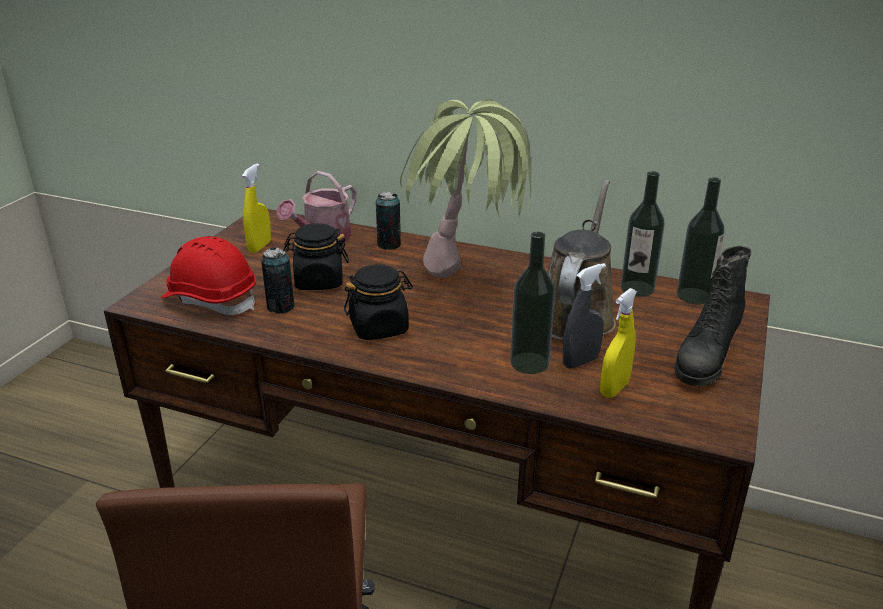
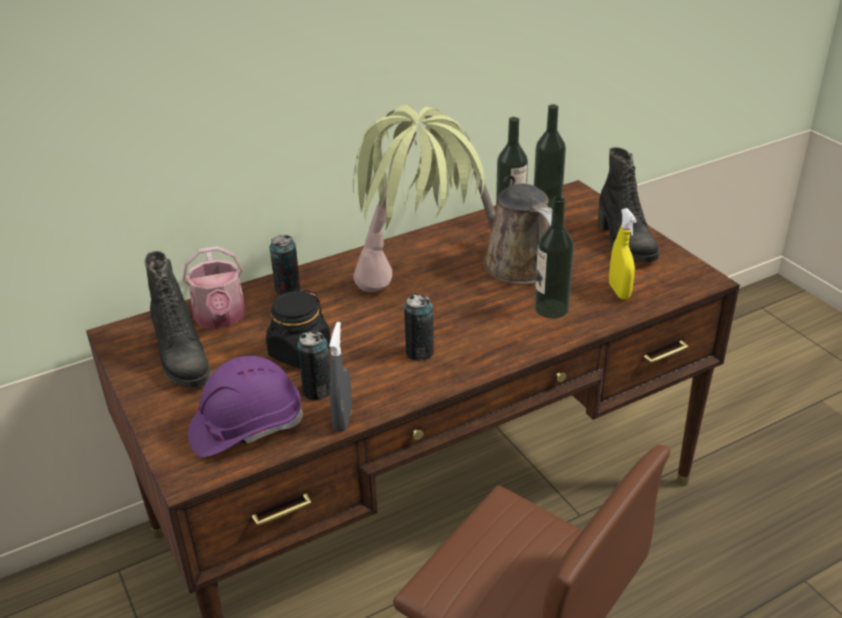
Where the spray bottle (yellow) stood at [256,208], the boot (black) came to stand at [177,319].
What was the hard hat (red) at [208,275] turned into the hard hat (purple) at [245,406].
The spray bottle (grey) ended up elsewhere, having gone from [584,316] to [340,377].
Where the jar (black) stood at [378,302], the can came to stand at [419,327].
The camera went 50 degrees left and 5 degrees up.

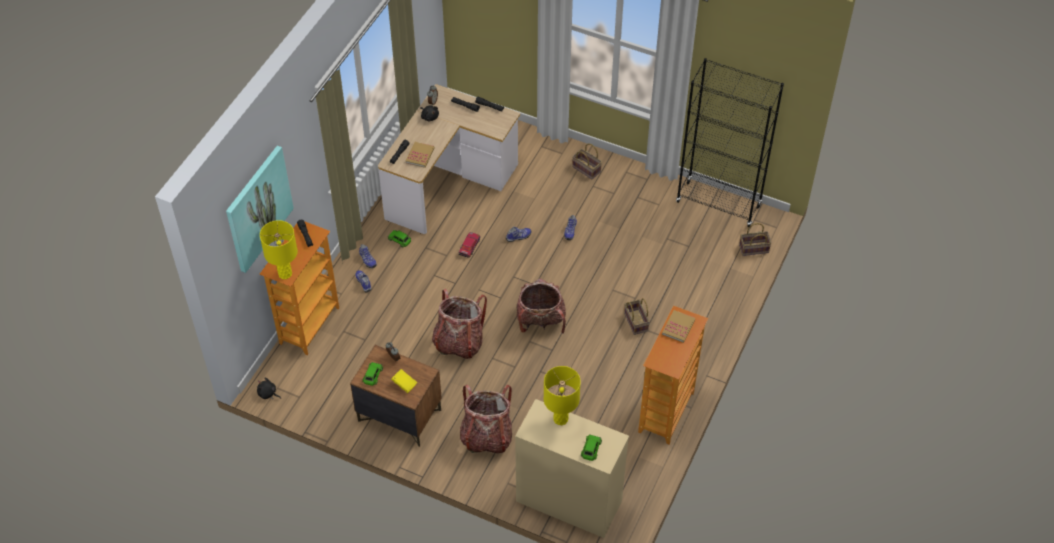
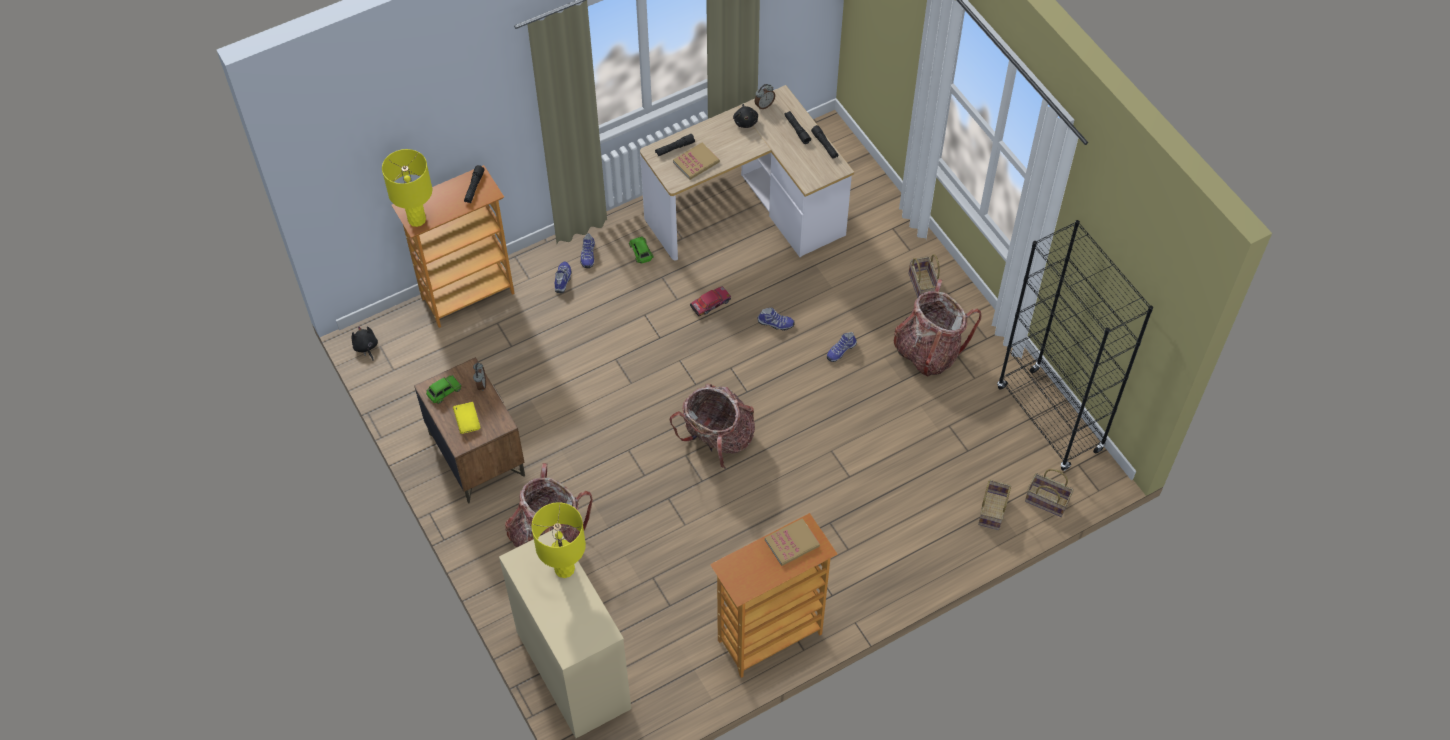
The backpack ended up elsewhere, having gone from [459,324] to [937,327].
The basket ended up elsewhere, having gone from [637,316] to [994,505].
The second view lost the picture at [260,209].
The second view lost the toy car (green) at [591,447].
The camera went 35 degrees right and 5 degrees up.

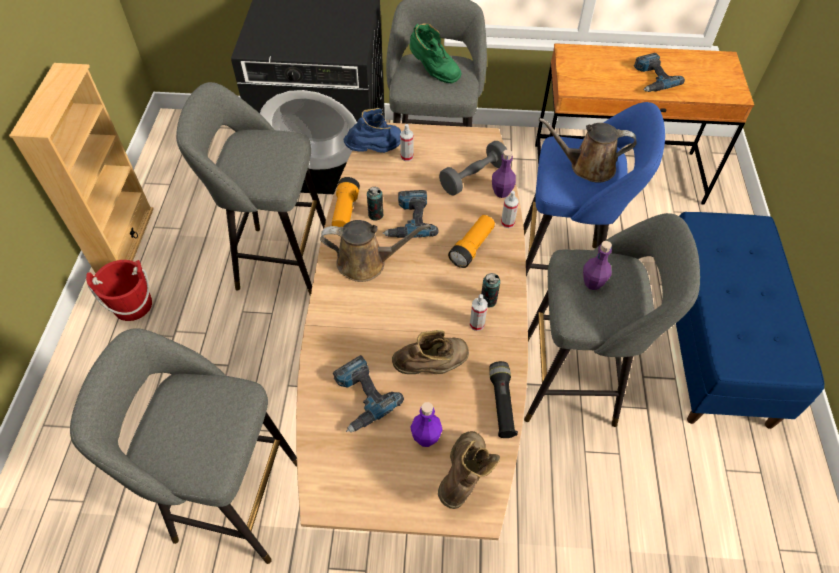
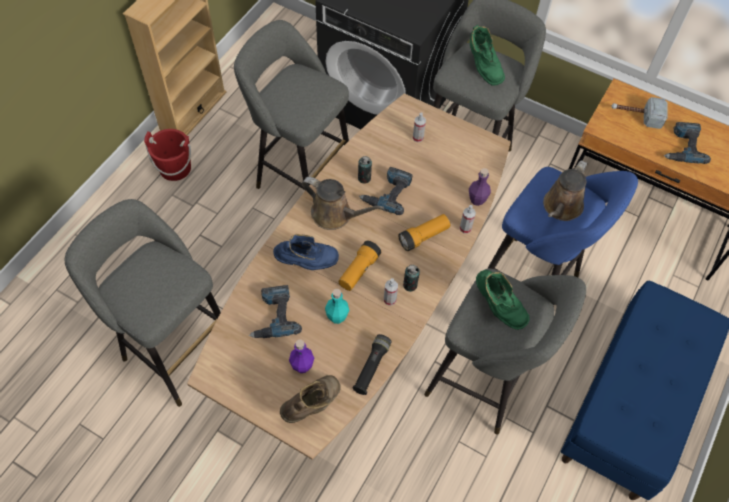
The boot (blue) ended up elsewhere, having gone from [372,130] to [306,252].
Where the boot (brown) stood at [430,352], the bottle (turquoise) came to stand at [337,306].
The flashlight ended up elsewhere, having gone from [346,202] to [360,266].
Where the bottle (purple) stood at [597,265], the boot (green) came to stand at [503,300].
The watering can (brown) at [588,150] ended up facing another way, 90 degrees counterclockwise from before.
The second view gained the hammer at [639,113].
The second view lost the dumbbell (grey) at [473,168].
The camera went 25 degrees right and 5 degrees up.

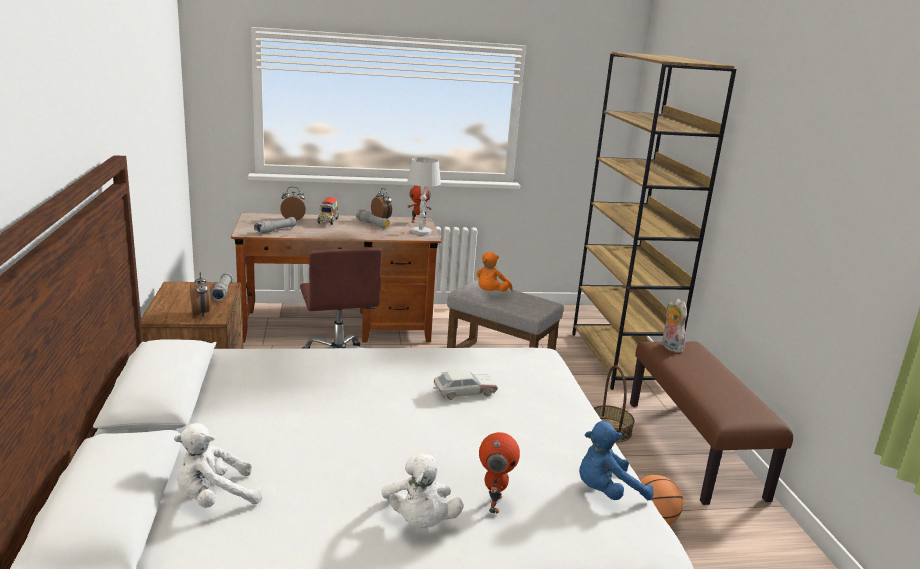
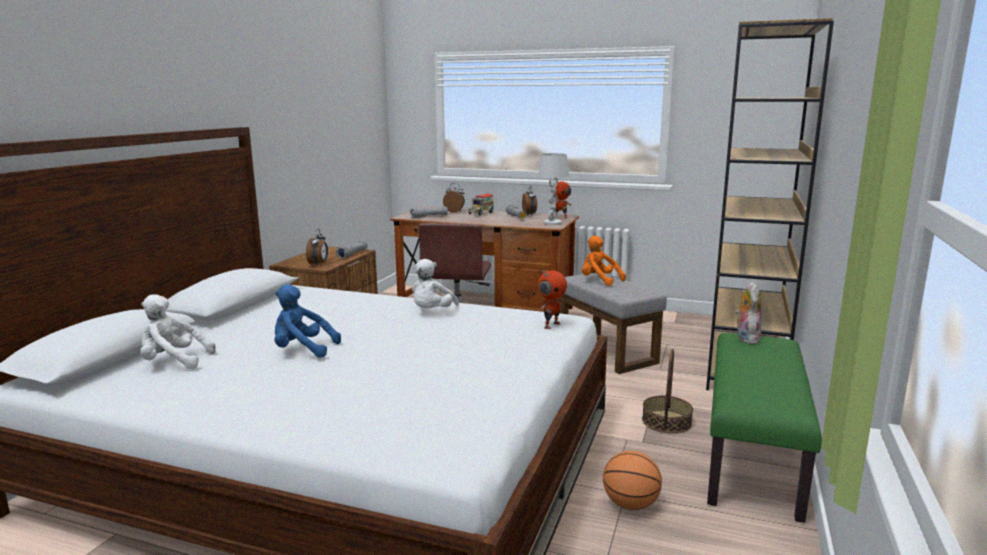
The plush toy (blue) ended up elsewhere, having gone from [616,460] to [308,321].
The plush toy (white) ended up elsewhere, having gone from [422,491] to [435,283].
The toy robot ended up elsewhere, having gone from [499,473] to [552,299].
The plush toy (orange) at [494,272] ended up facing another way, 75 degrees clockwise from before.
What was the bench (brown) at [711,423] turned into the bench (green) at [764,428].
The second view lost the toy car at [465,385].
The camera went 30 degrees right and 5 degrees down.

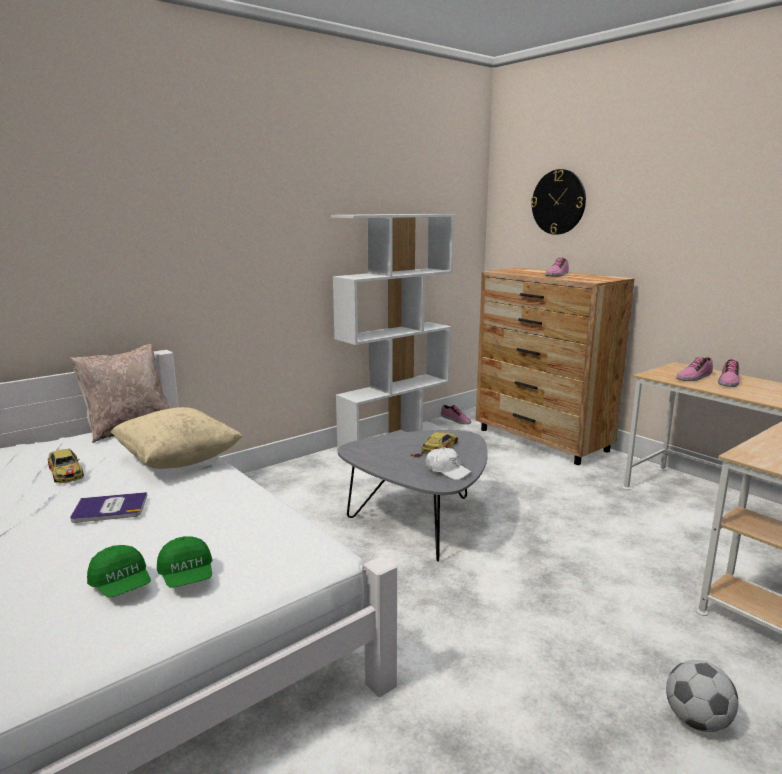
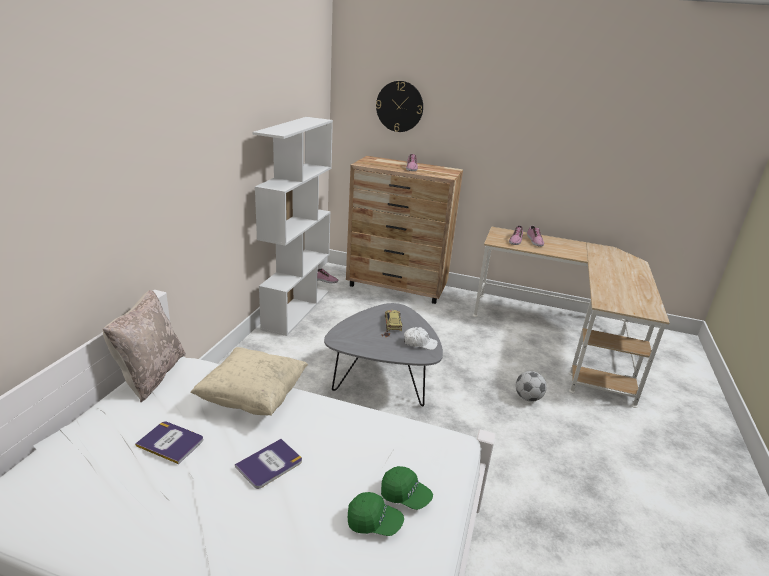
Where the toy car stood at [65,466], the book came to stand at [169,442].
The football ended up elsewhere, having gone from [702,696] to [531,386].
The camera went 35 degrees left and 10 degrees up.

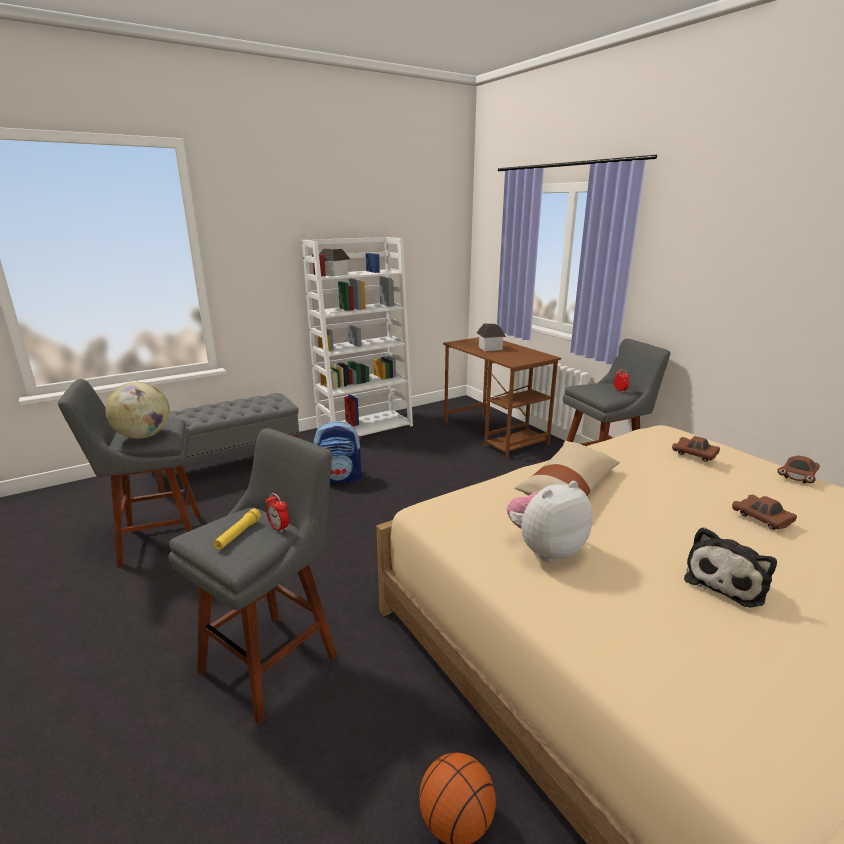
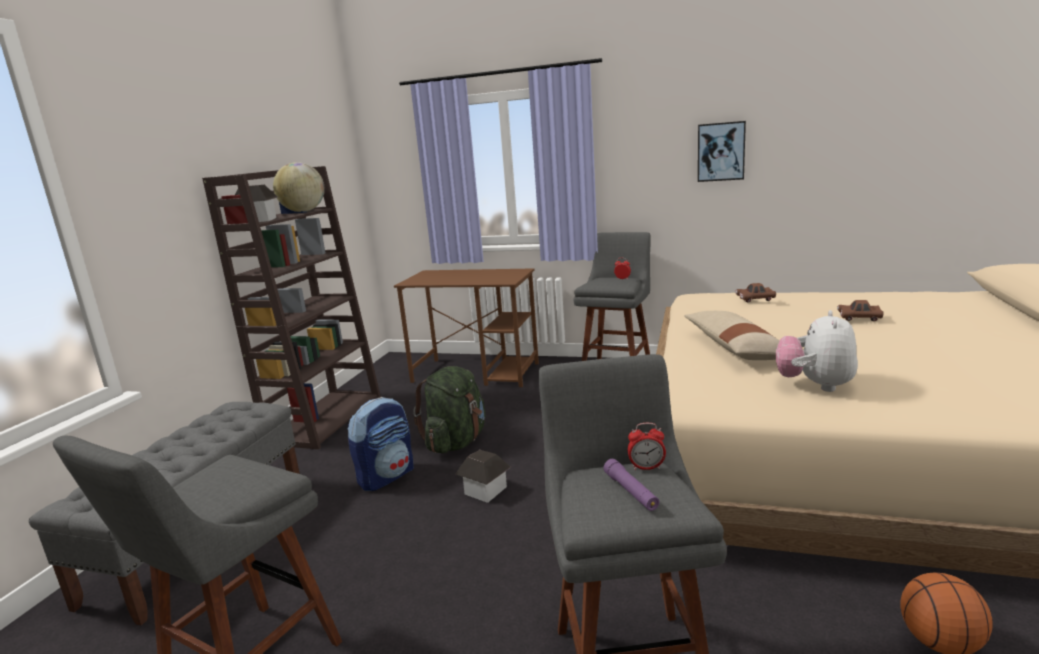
What was the bookcase (white) at [357,336] turned into the bookcase (brown) at [291,307].
The globe ended up elsewhere, having gone from [137,410] to [299,187].
The second view gained the backpack (green) at [449,409].
The toy house ended up elsewhere, having gone from [491,337] to [483,476].
What was the flashlight (yellow) at [237,529] turned into the flashlight (purple) at [631,485].
The second view gained the picture at [722,151].
The second view lost the plush toy at [730,567].
The second view lost the toy car (brown) at [798,469].
The camera went 40 degrees left and 5 degrees down.

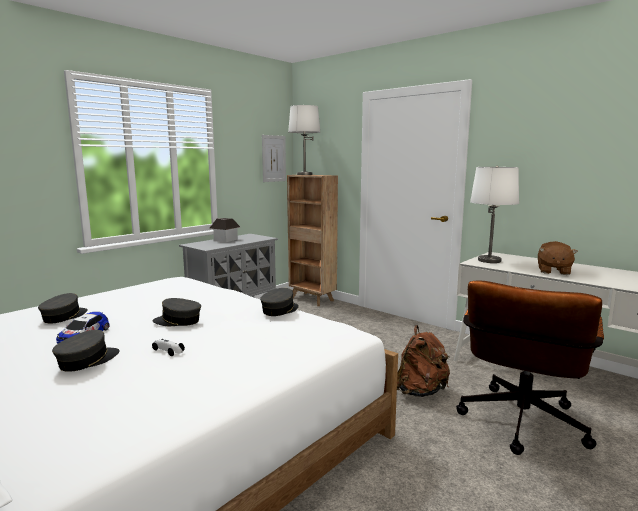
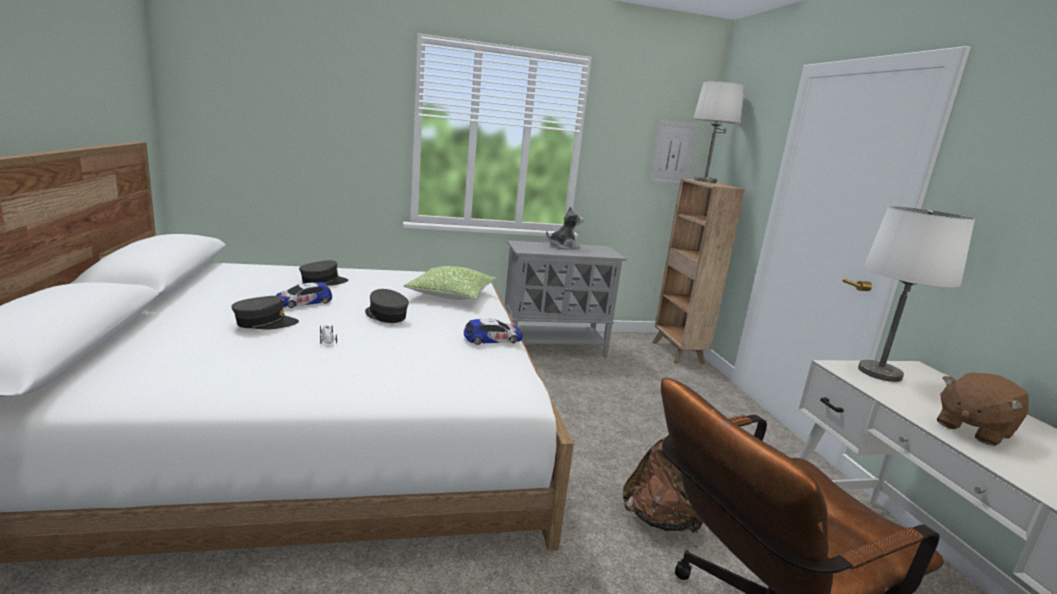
The second view gained the pillow at [449,283].
Where the cap (grey) stood at [279,302], the toy car came to stand at [493,332].
Where the toy house stood at [225,230], the plush toy came to stand at [564,227].
The camera went 35 degrees right and 5 degrees up.

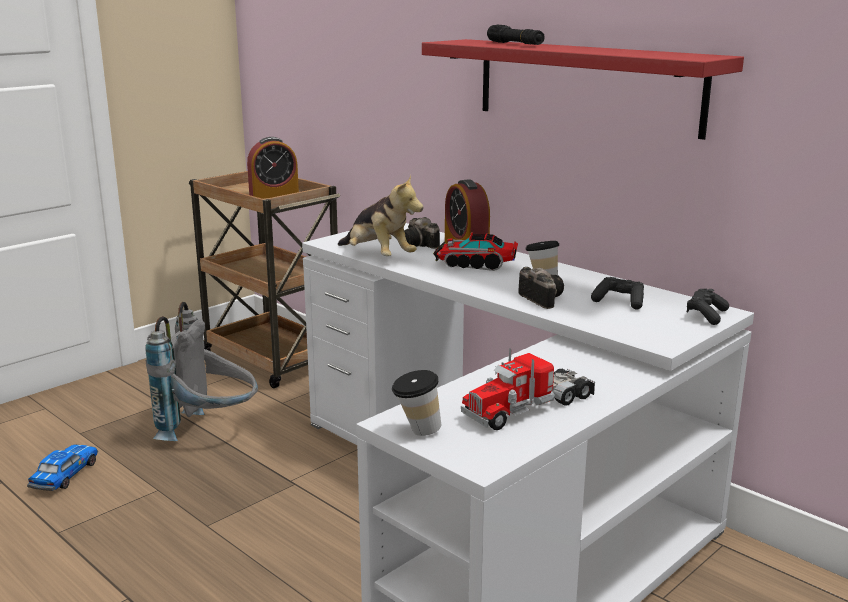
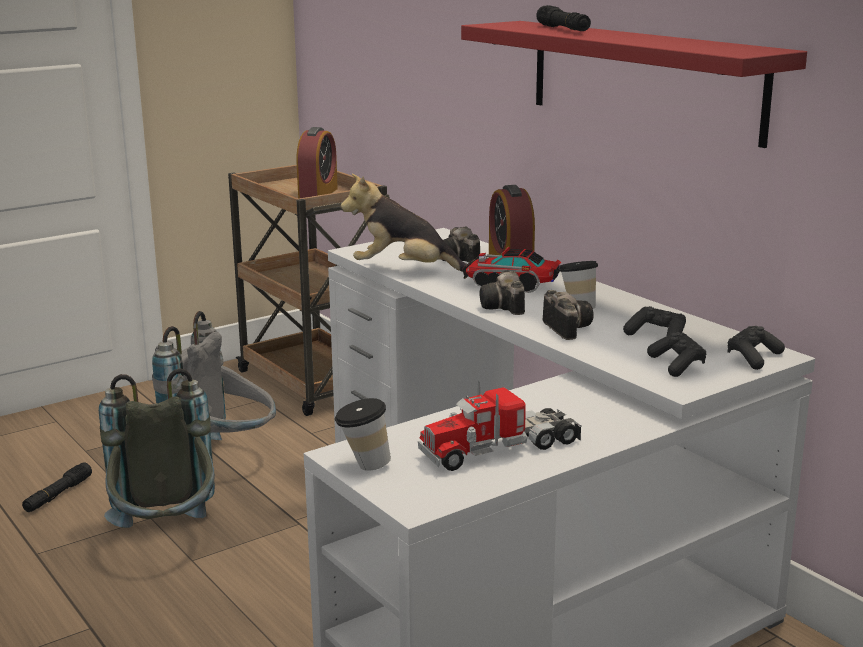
Where the toy car stood at [62,468], the flashlight (black) came to stand at [57,487].
The second view gained the backpack (grey) at [157,448].
The alarm clock at [273,168] ended up facing another way, 60 degrees counterclockwise from before.
The plush toy at [380,215] ended up facing another way, 135 degrees clockwise from before.
The second view gained the photo camera at [502,292].
The second view gained the game controller (black) at [676,354].
The camera went 10 degrees right and 0 degrees up.

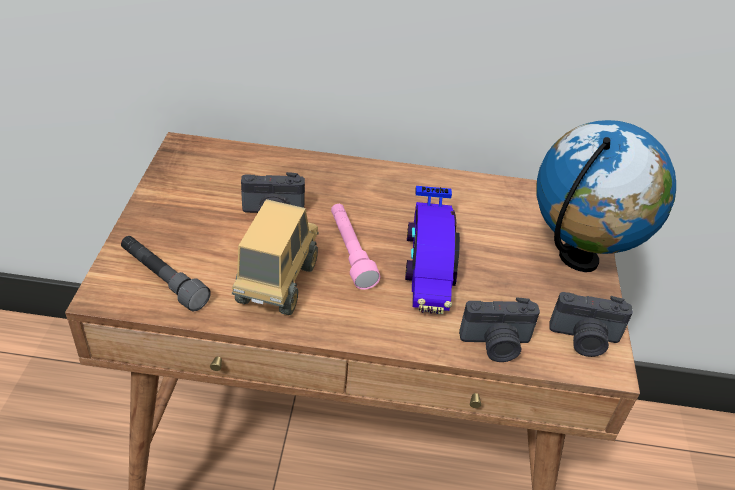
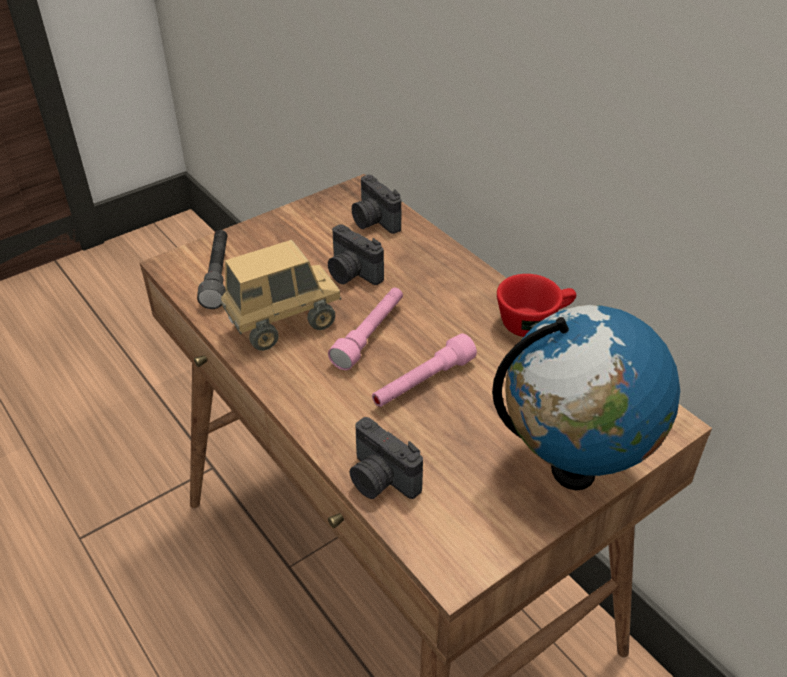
The photo camera ended up elsewhere, having gone from [591,324] to [376,204].
Where the toy car stood at [432,250], the flashlight (pink) came to stand at [424,370].
The second view gained the cup (red) at [536,305].
The camera went 50 degrees right and 0 degrees up.

